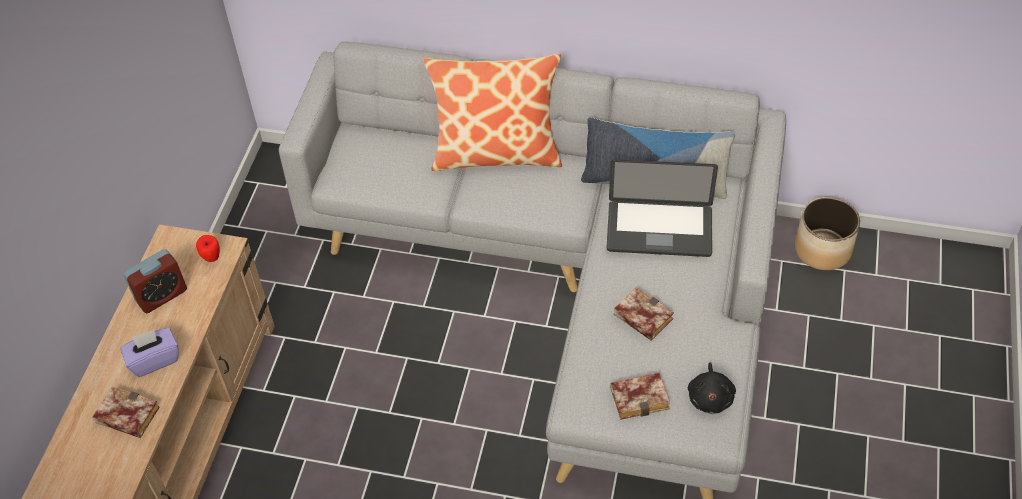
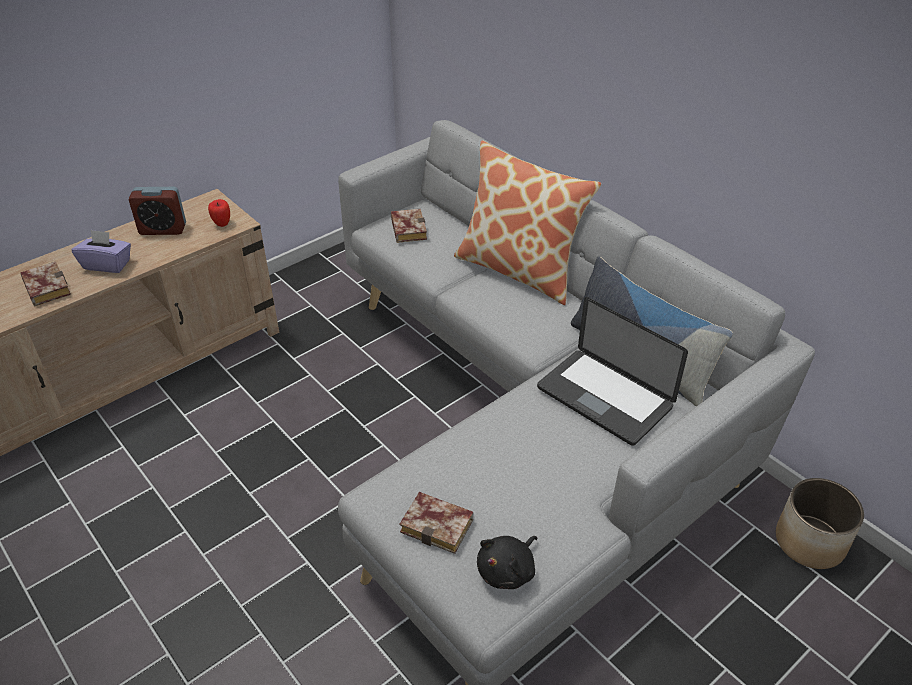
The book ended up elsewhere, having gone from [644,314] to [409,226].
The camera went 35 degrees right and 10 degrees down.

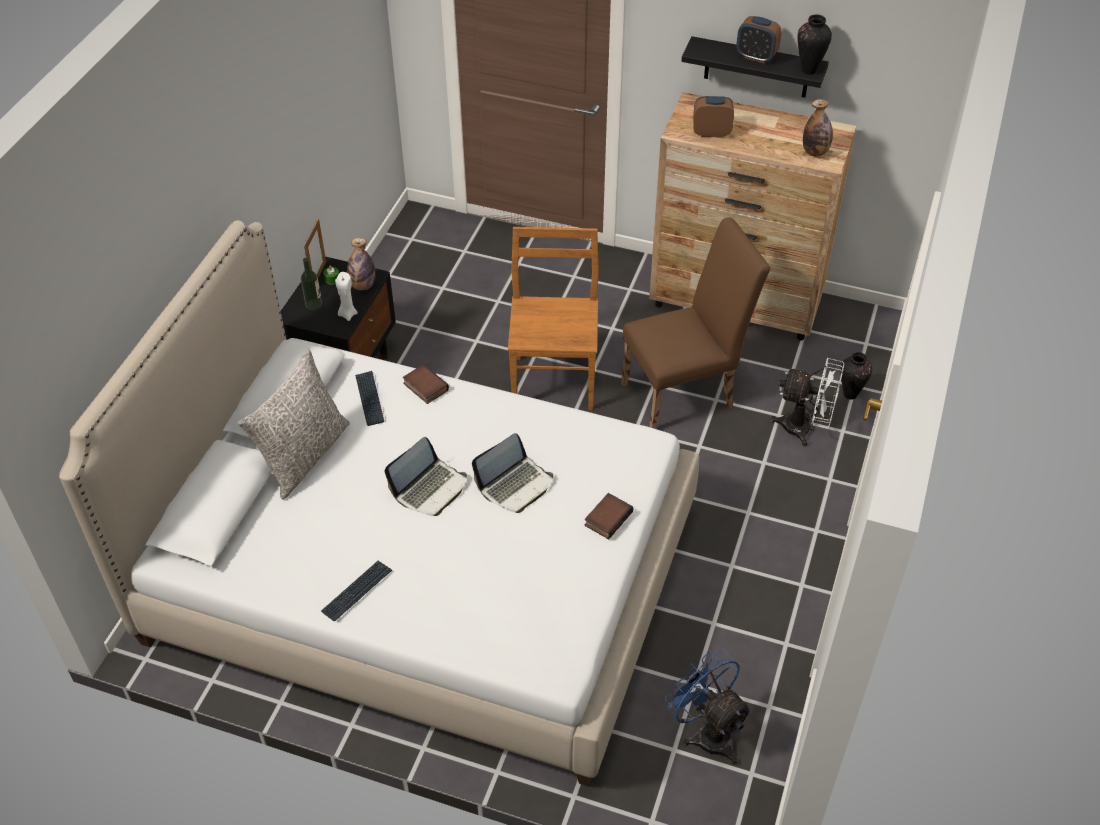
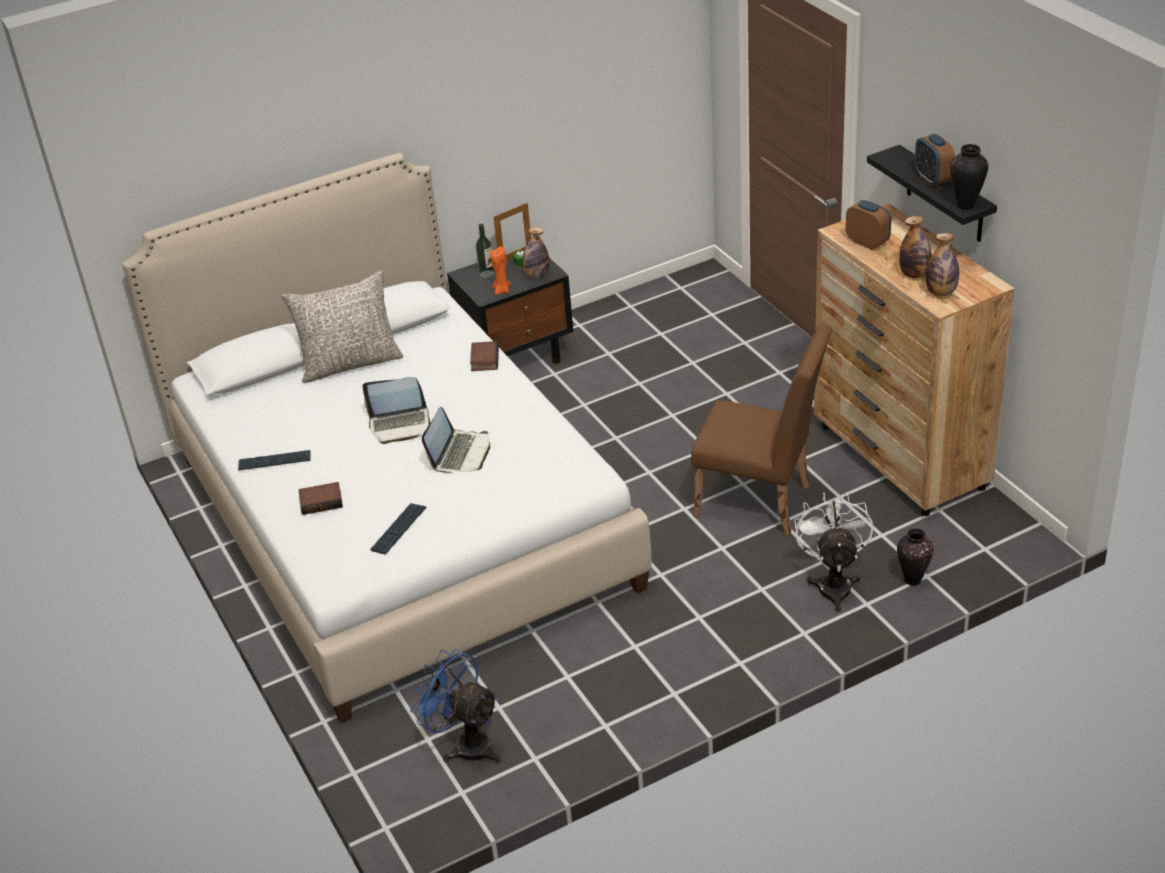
The book ended up elsewhere, having gone from [609,516] to [320,498].
The keyboard ended up elsewhere, having gone from [369,398] to [398,528].
The fan (blue) at [708,707] ended up facing another way, 60 degrees counterclockwise from before.
The laptop at [512,473] ended up facing another way, 75 degrees counterclockwise from before.
What was the candle (white) at [346,296] turned into the candle (orange) at [501,270].
The fan (white) at [807,402] ended up facing another way, 150 degrees counterclockwise from before.
The second view gained the bottle at [915,247].
The second view lost the chair (brown) at [553,318].
The camera went 45 degrees right and 10 degrees down.

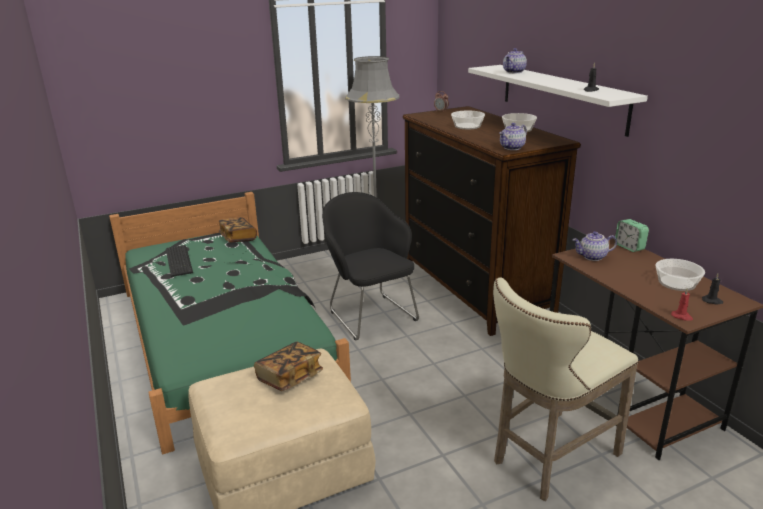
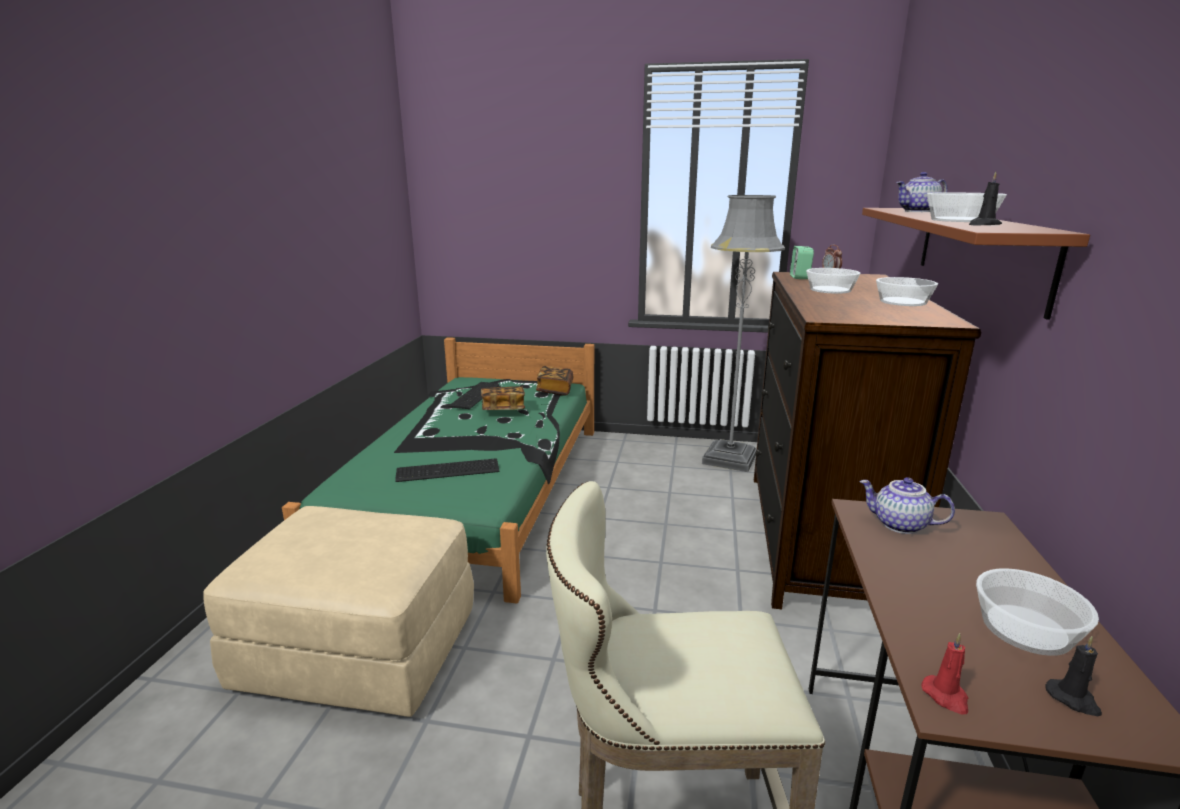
The second view gained the keyboard at [447,470].
The book ended up elsewhere, having gone from [288,366] to [503,398].
The alarm clock ended up elsewhere, having gone from [632,235] to [802,262].
What was the shelf (white) at [558,101] turned into the shelf (brown) at [976,264].
The second view gained the bowl at [967,207].
The second view lost the armchair (black) at [370,266].
The second view lost the teapot at [513,136].
The camera went 35 degrees right and 5 degrees down.

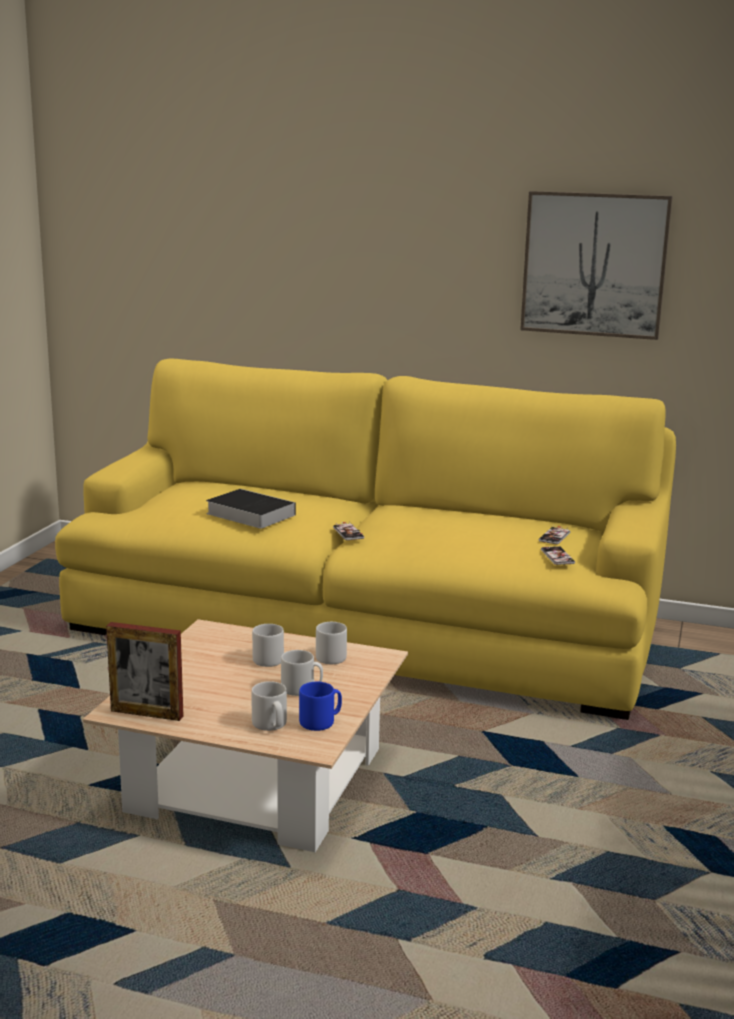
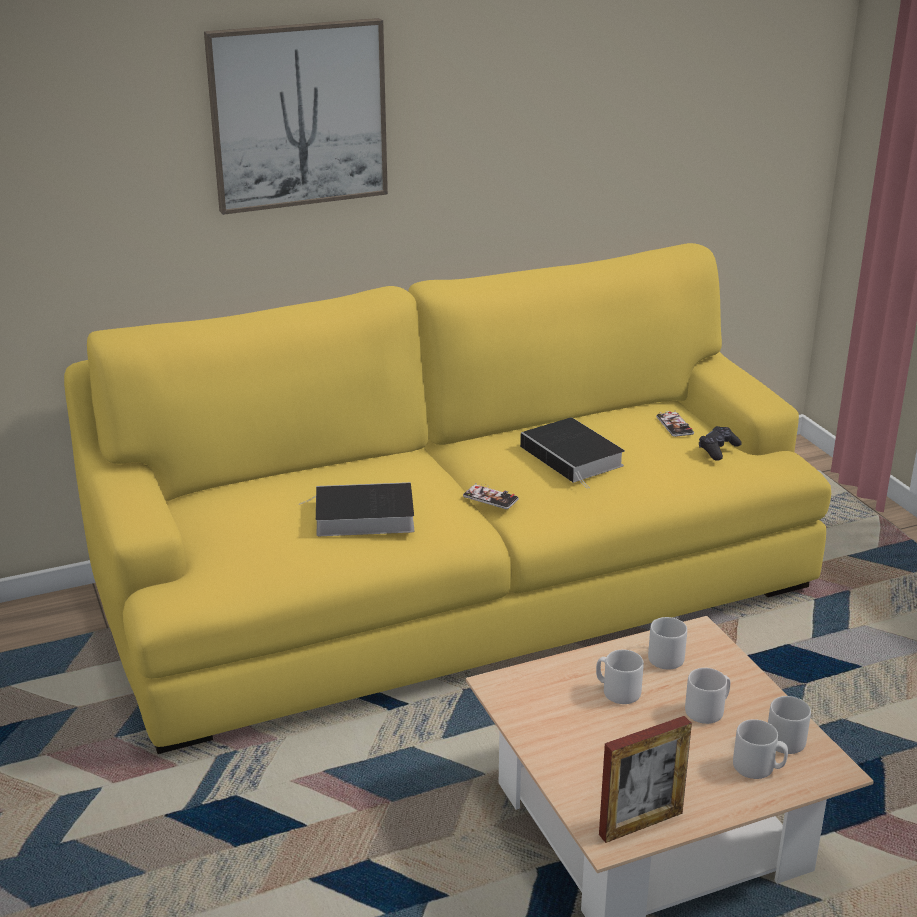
The picture ended up elsewhere, having gone from [596,265] to [296,116].
The second view gained the book at [572,453].
Where the phone stood at [558,555], the game controller (black) came to stand at [720,443].
What was the mug (blue) at [320,706] turned into the mug (grey) at [789,725].
The camera went 40 degrees left and 10 degrees up.

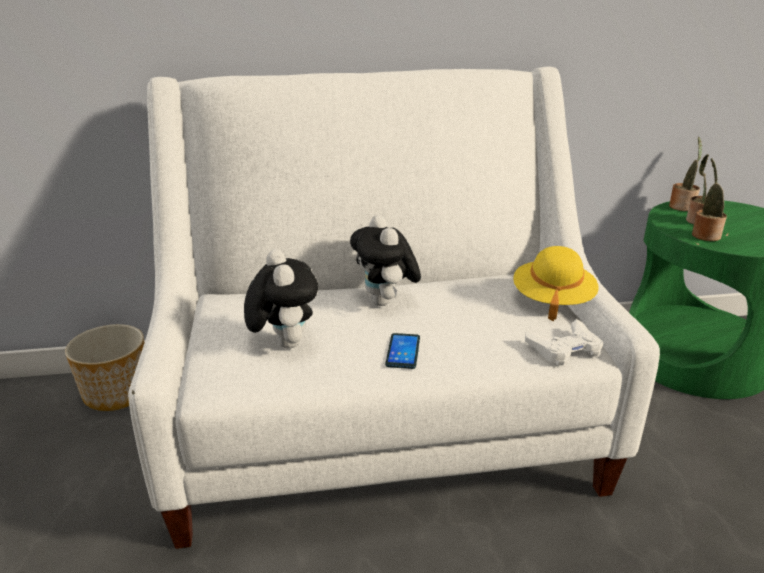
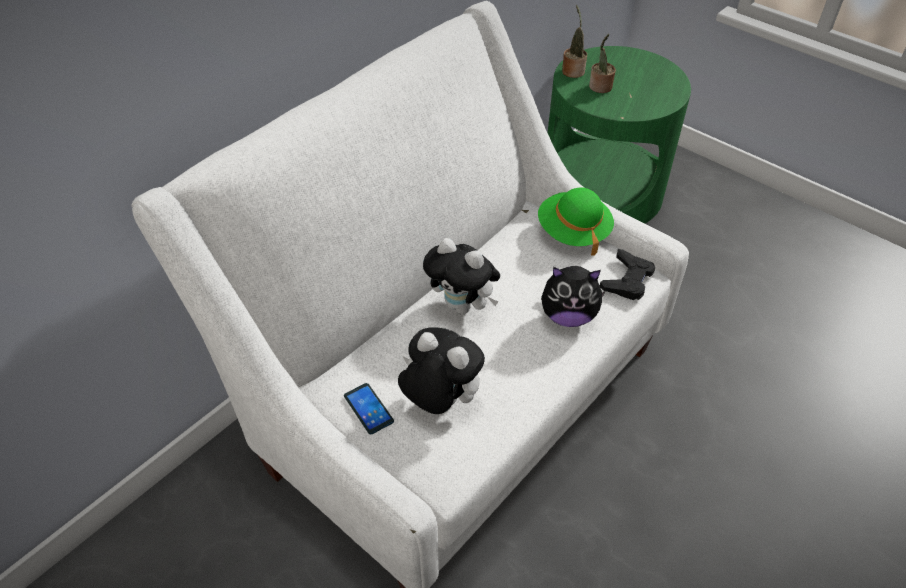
The phone ended up elsewhere, having gone from [402,351] to [369,409].
What was the hat (yellow) at [556,283] turned into the hat (green) at [576,221].
The second view gained the plush toy at [573,296].
What was the game controller (white) at [564,342] turned into the game controller (black) at [627,274].
The second view lost the planter at [104,367].
The second view lost the potted plant at [709,199].
The camera went 40 degrees left and 20 degrees up.

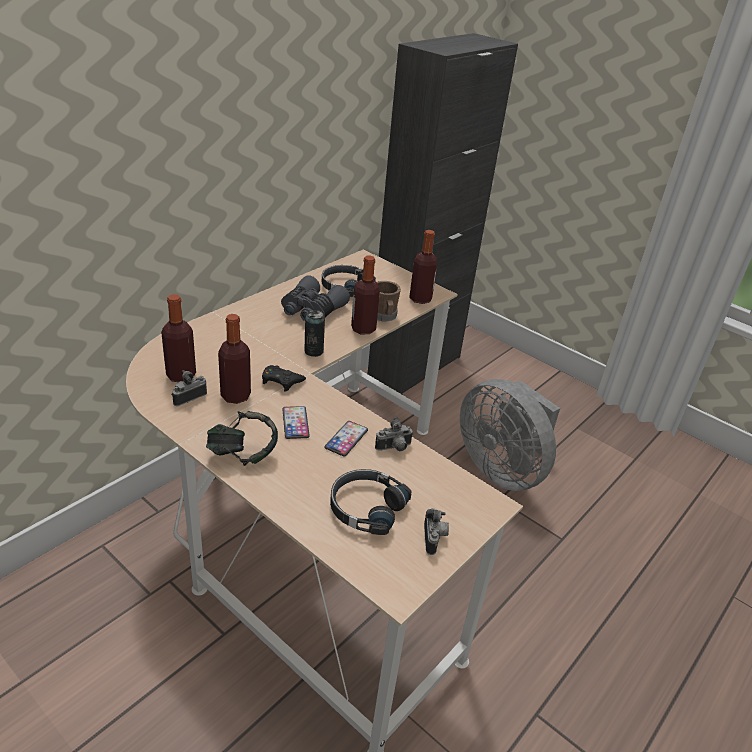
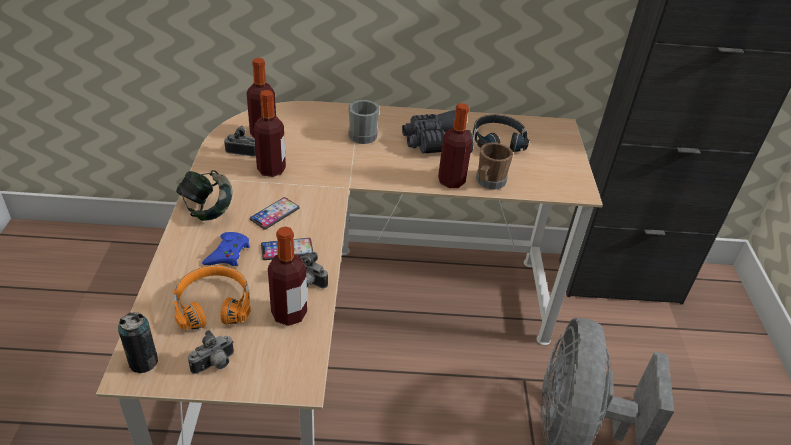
The can ended up elsewhere, having gone from [314,333] to [138,342].
What was the headphones (black) at [370,502] turned into the headphones (orange) at [212,297].
The second view gained the game controller (blue) at [226,249].
The bottle ended up elsewhere, having gone from [423,267] to [287,276].
The second view gained the mug (grey) at [363,122].
The second view lost the game controller (black) at [284,378].
The camera went 50 degrees right and 5 degrees up.

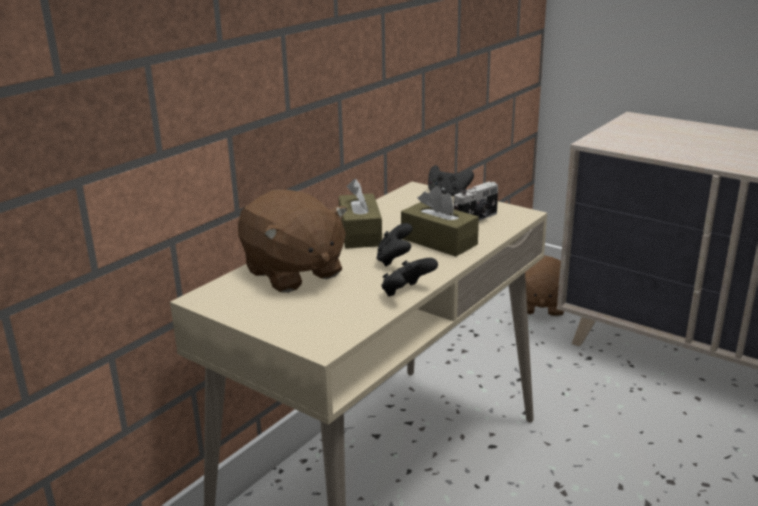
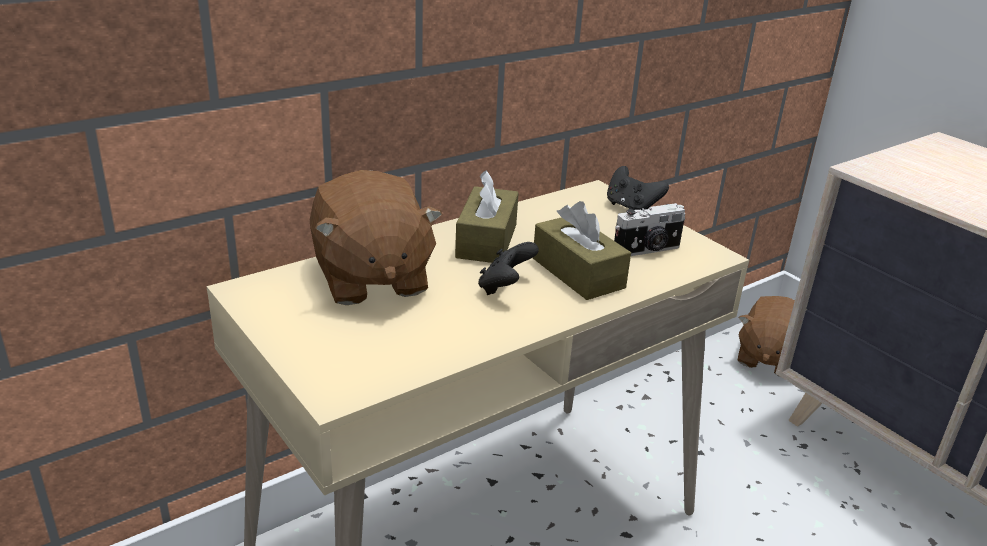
The second view lost the game controller (black) at [409,277].
The camera went 15 degrees right and 5 degrees up.

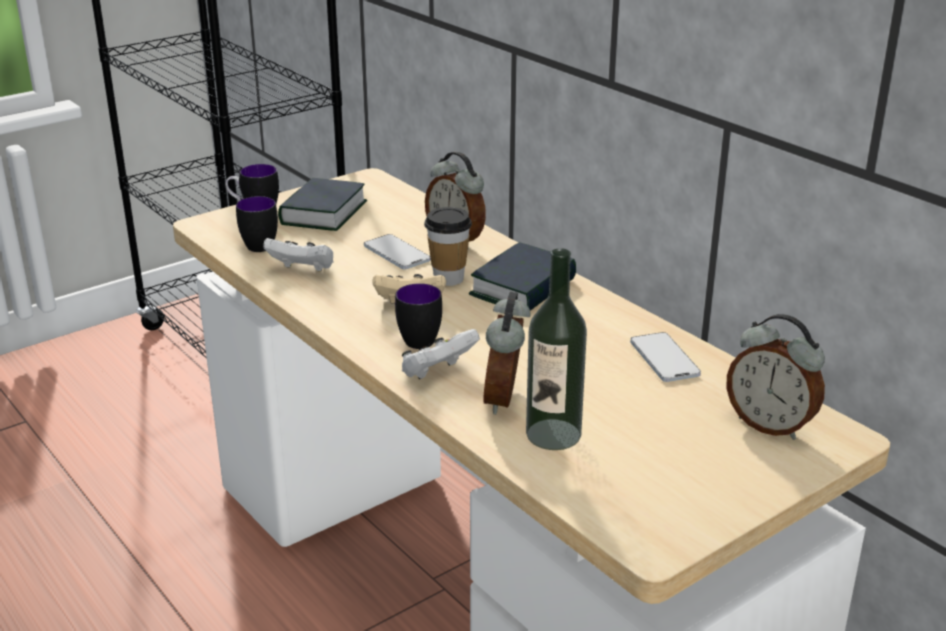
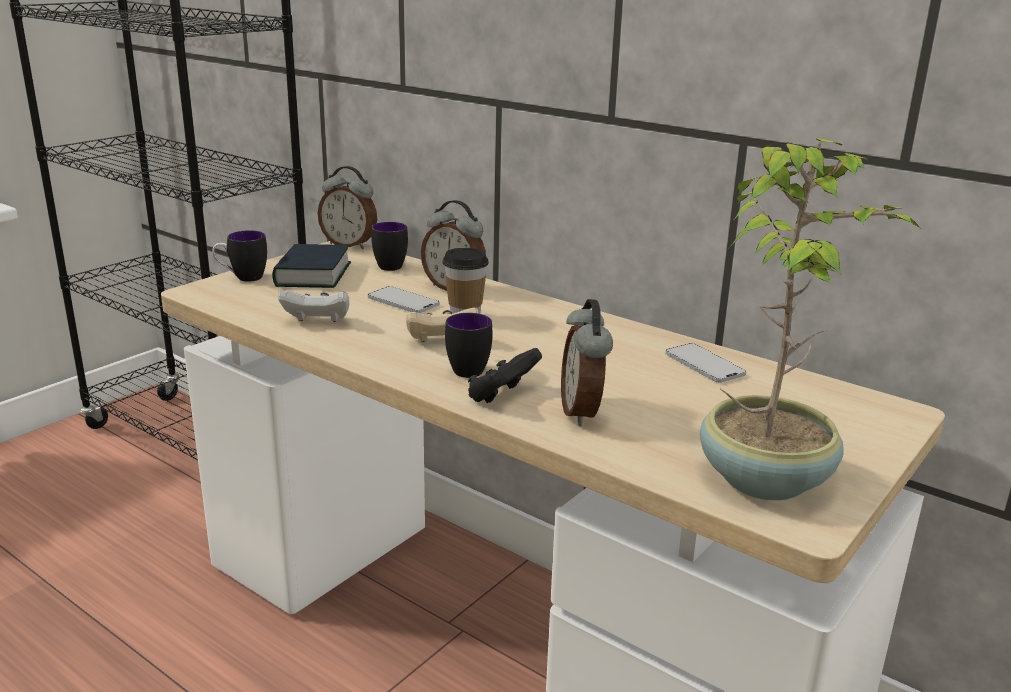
The alarm clock ended up elsewhere, having gone from [776,377] to [347,207].
The mug ended up elsewhere, having gone from [257,224] to [389,246].
What was the game controller (white) at [441,354] turned into the game controller (black) at [505,375].
The second view gained the potted plant at [810,319].
The second view lost the book at [522,276].
The second view lost the bottle at [556,349].
The camera went 15 degrees left and 5 degrees down.

